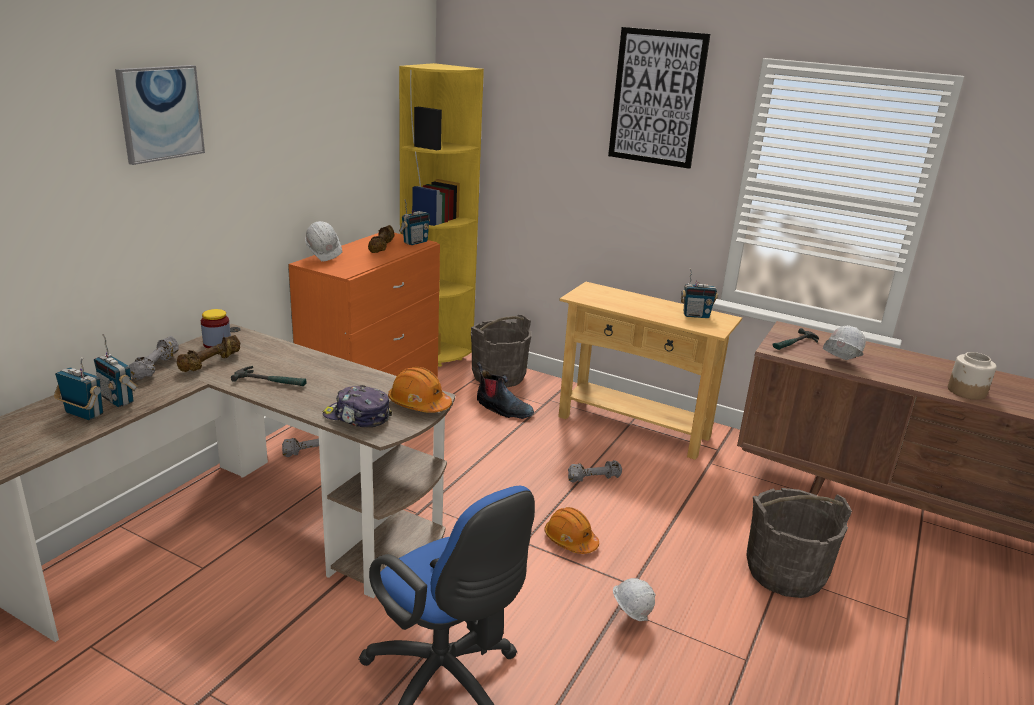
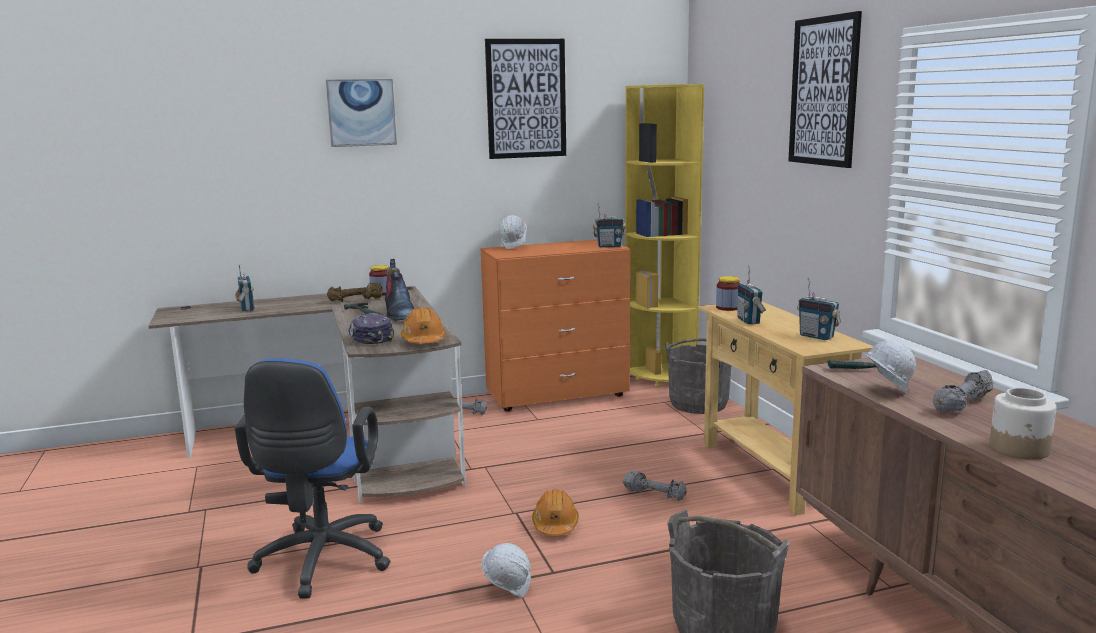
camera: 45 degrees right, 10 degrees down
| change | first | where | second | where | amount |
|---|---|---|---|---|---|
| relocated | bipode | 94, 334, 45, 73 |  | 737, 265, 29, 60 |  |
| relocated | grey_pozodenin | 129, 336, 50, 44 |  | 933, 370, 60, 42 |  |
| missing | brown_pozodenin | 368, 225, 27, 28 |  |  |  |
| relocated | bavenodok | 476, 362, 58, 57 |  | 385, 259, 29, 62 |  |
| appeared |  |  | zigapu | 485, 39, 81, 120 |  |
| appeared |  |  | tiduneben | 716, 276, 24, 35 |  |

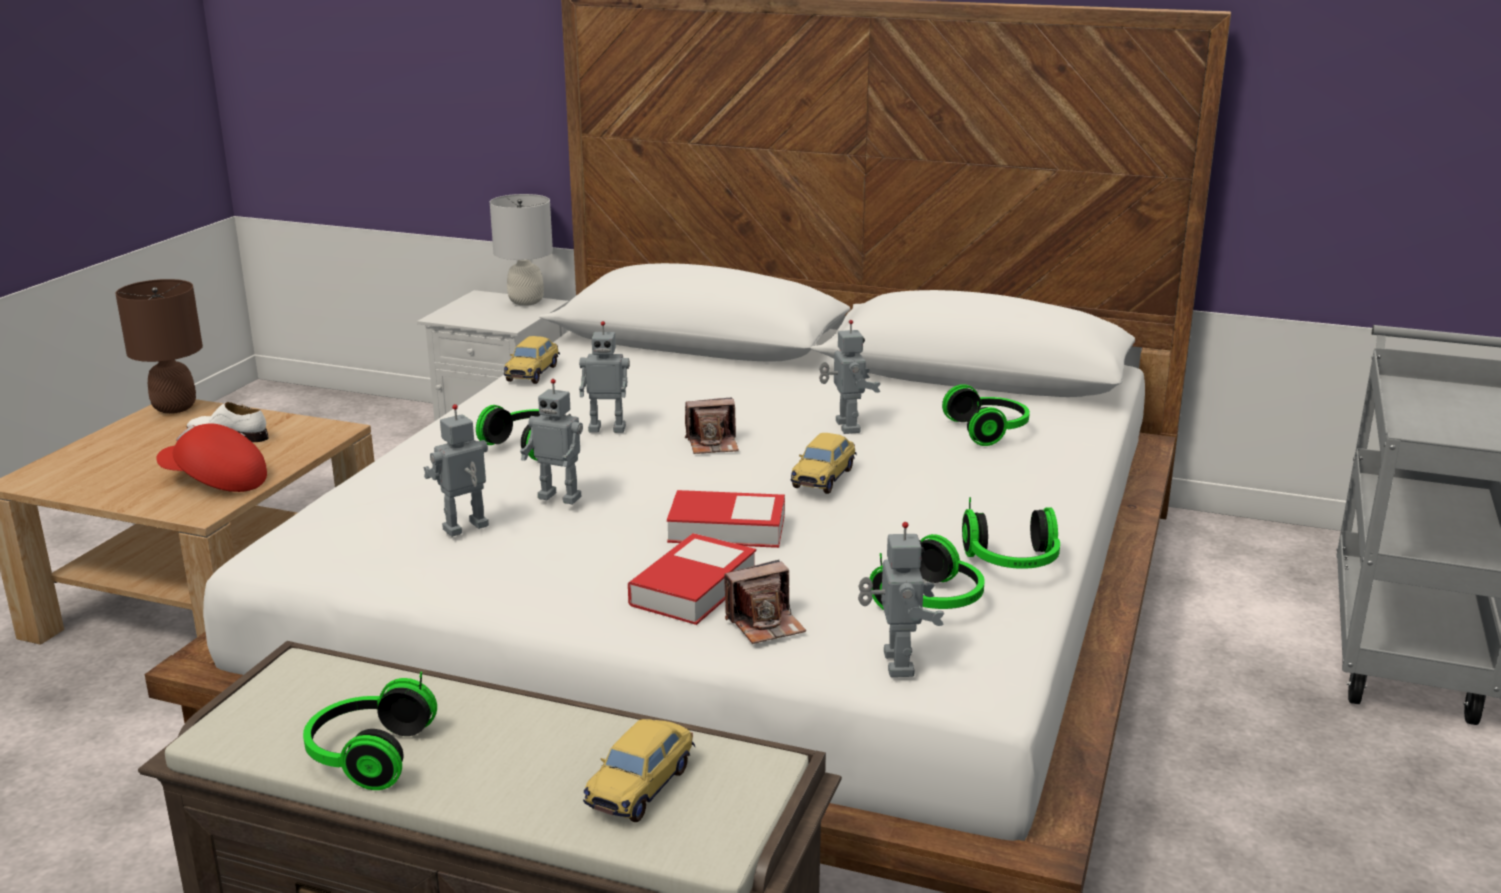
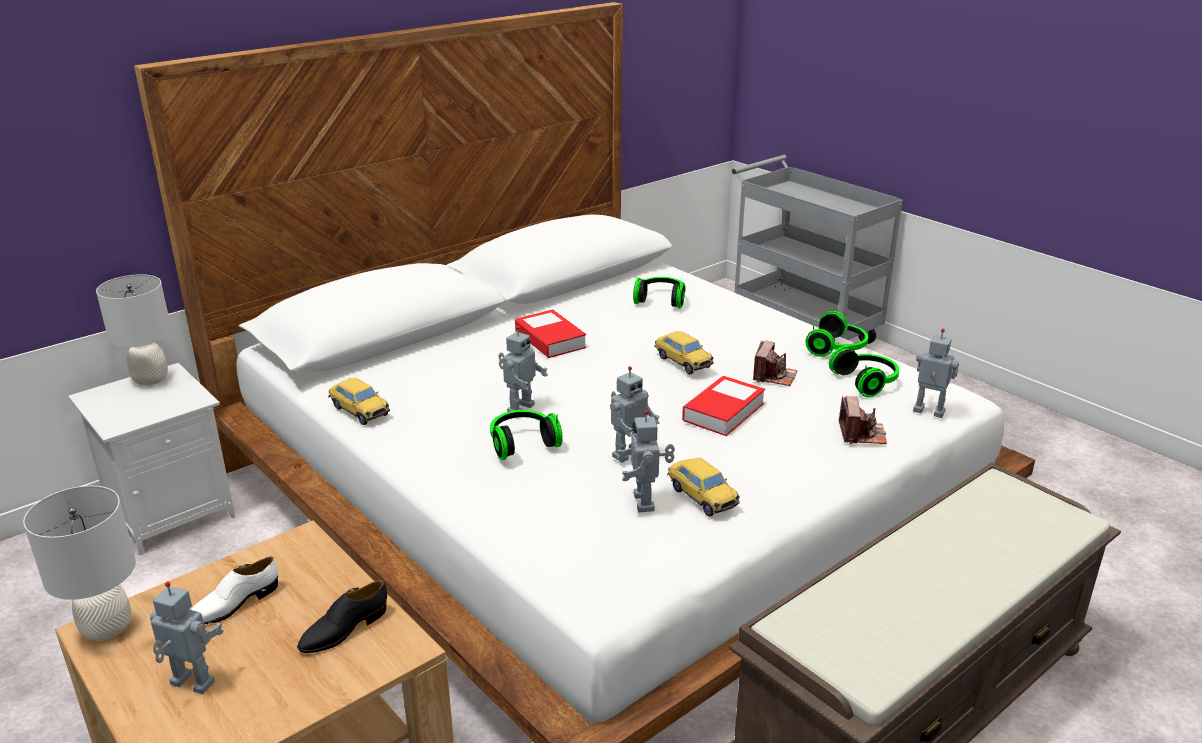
camera: 60 degrees left, 5 degrees up
| change | first | where | second | where | amount |
|---|---|---|---|---|---|
| colour | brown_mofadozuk | 115, 279, 88, 135 | grey_mofadozuk | 23, 486, 113, 155 |  |
| exchanged | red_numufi | 156, 424, 111, 68 | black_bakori | 297, 580, 90, 73 |  |
| missing | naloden | 303, 672, 134, 118 |  |  |  |
| relocated | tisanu | 583, 719, 112, 103 |  | 667, 458, 73, 59 |  |
| relocated | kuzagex | 628, 533, 128, 92 |  | 515, 309, 71, 49 |  |
| relocated | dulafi | 685, 398, 54, 56 |  | 753, 340, 44, 46 |  |
| relocated | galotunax | 819, 320, 62, 114 |  | 150, 582, 74, 112 |  |

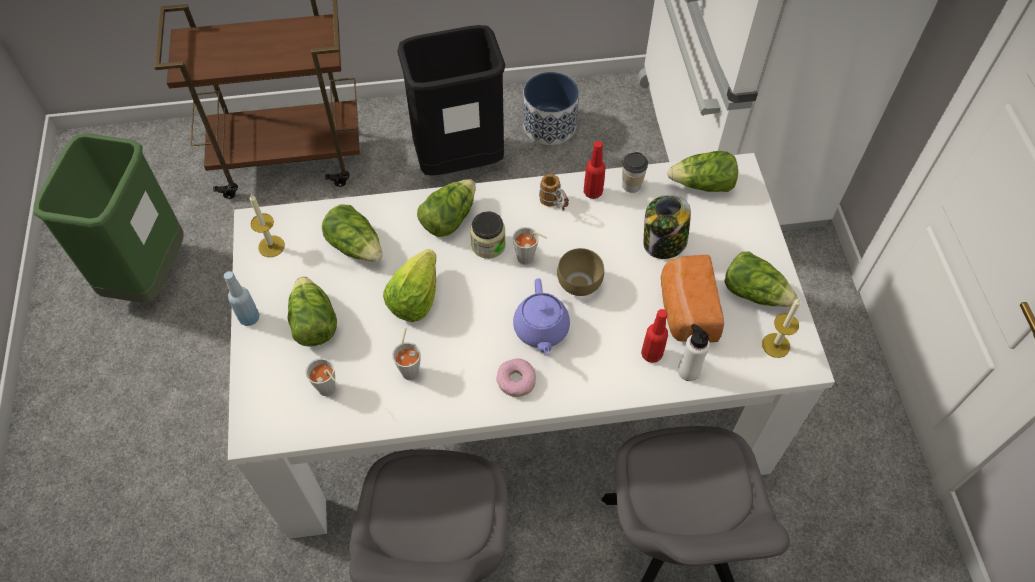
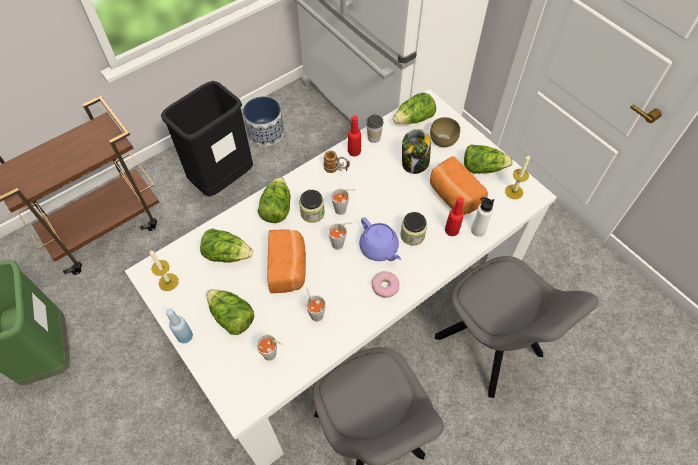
camera: 30 degrees left, 0 degrees up
| change | first | where | second | where | amount |
|---|---|---|---|---|---|
| exchanged | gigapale | 383, 249, 53, 73 | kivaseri | 267, 229, 39, 64 |  |
| relocated | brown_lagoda | 557, 248, 47, 48 |  | 430, 117, 30, 30 |  |
| appeared |  |  | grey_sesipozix | 328, 222, 24, 28 |  |
| appeared |  |  | tiduneben | 400, 212, 27, 34 |  |

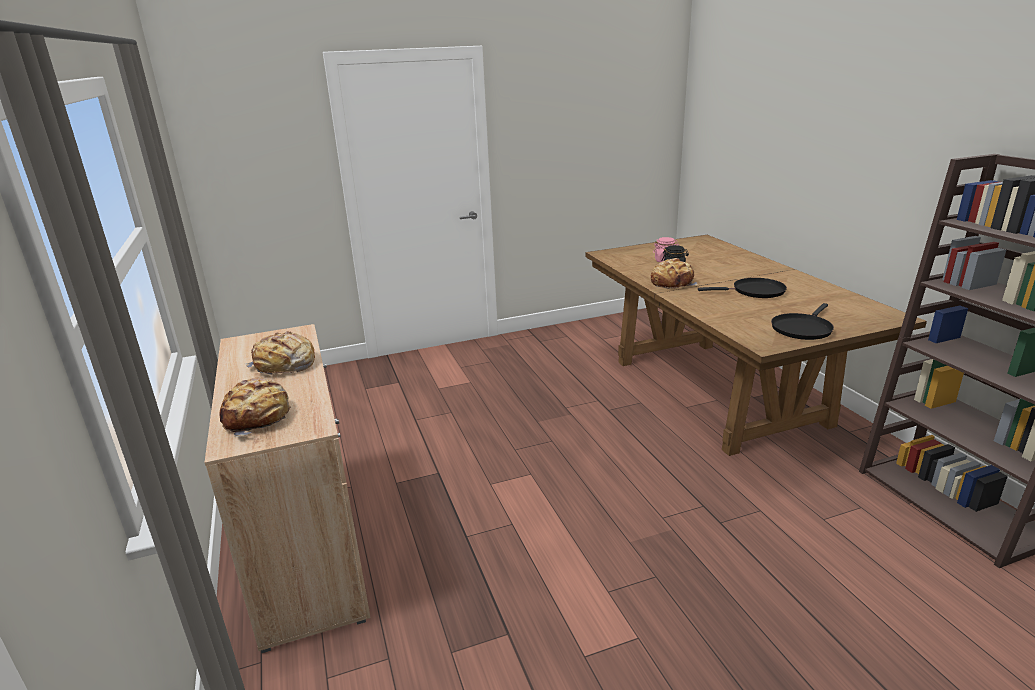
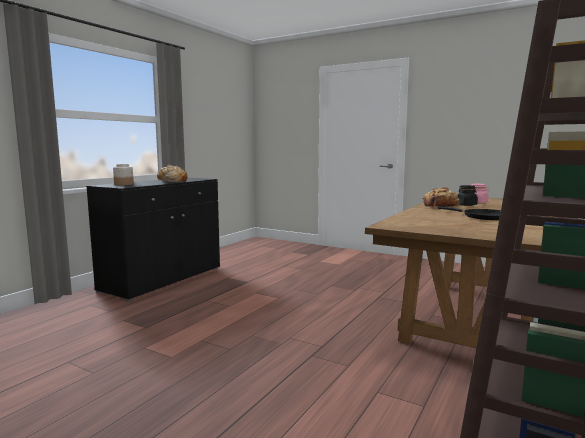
camera: 50 degrees right, 15 degrees down
| change | first | where | second | where | amount |
|---|---|---|---|---|---|
| colour | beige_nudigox | 204, 324, 167, 329 | black_nudigox | 86, 178, 134, 123 |  |
| exchanged | kivaseri | 219, 379, 72, 58 | tiduneben | 113, 164, 21, 21 |  |
| missing | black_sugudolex | 771, 303, 63, 37 |  |  |  |

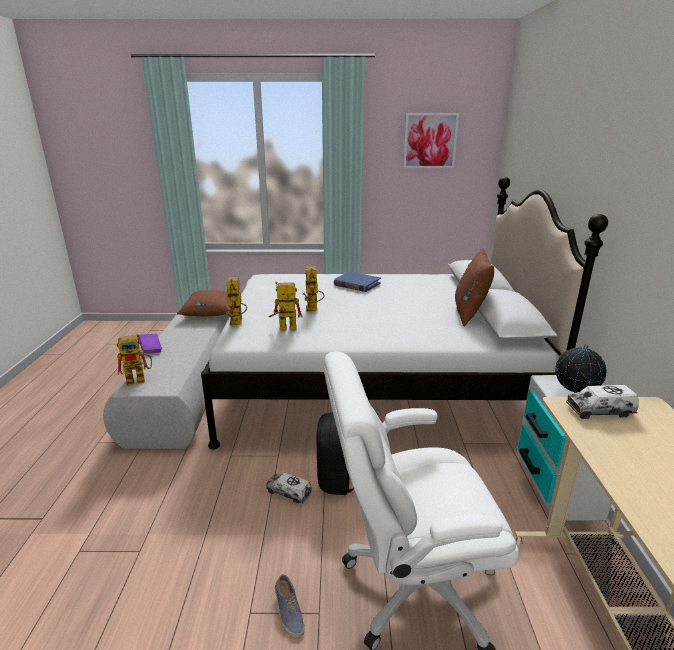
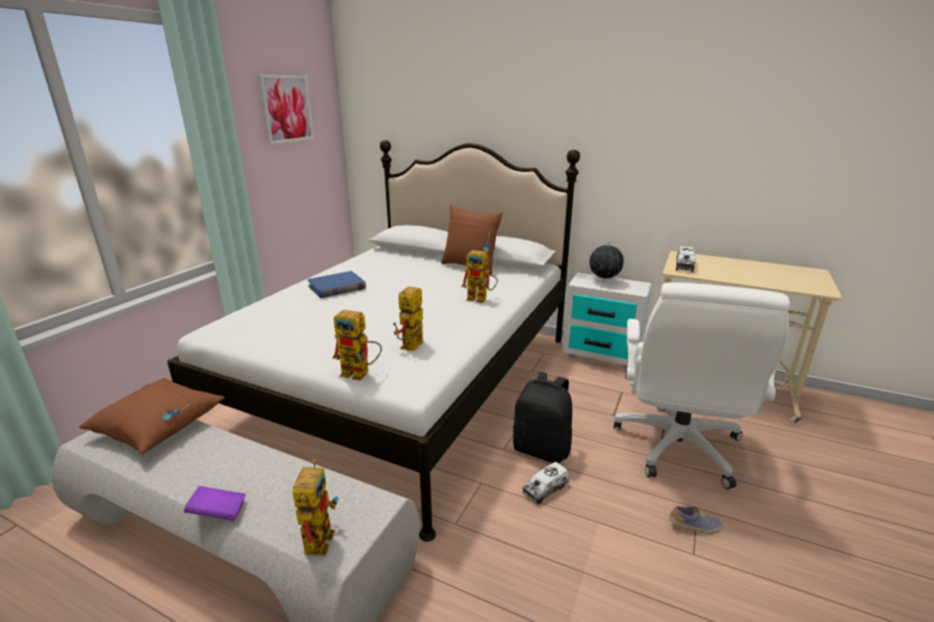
camera: 65 degrees left, 0 degrees up
| change | first | where | second | where | amount |
|---|---|---|---|---|---|
| relocated | galotunax | 303, 266, 22, 46 |  | 461, 250, 37, 53 |  |

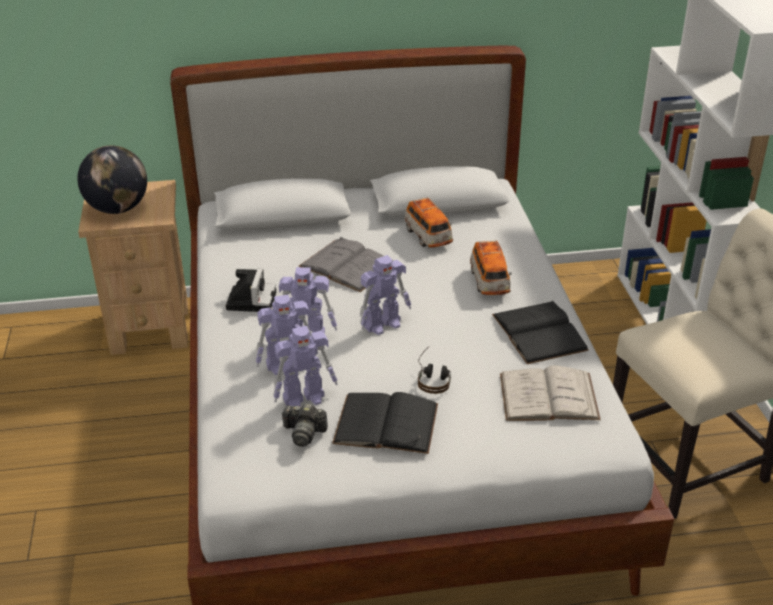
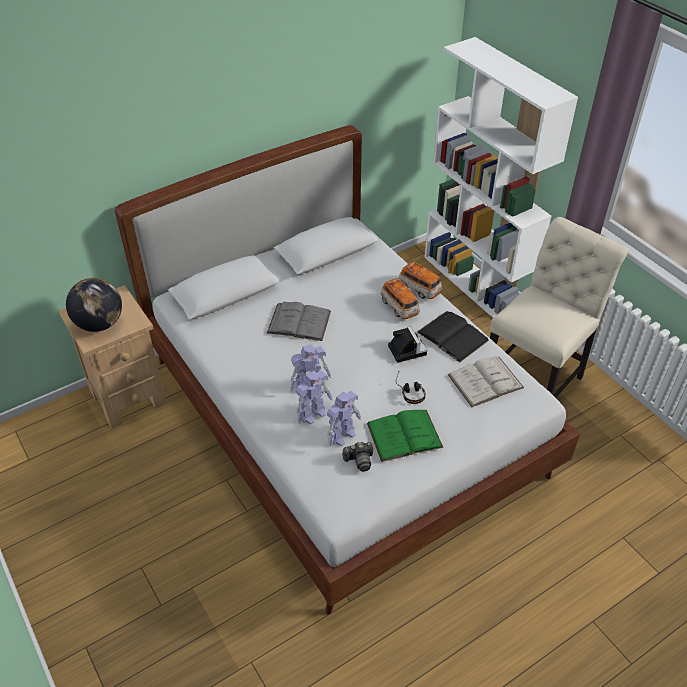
camera: 25 degrees left, 10 degrees up
| change | first | where | second | where | amount |
|---|---|---|---|---|---|
| relocated | dulafi | 225, 269, 51, 43 |  | 388, 326, 39, 37 |  |
| colour | black_kuzagex | 332, 392, 106, 62 | green_kuzagex | 367, 410, 76, 52 |  |
| missing | galotunax | 360, 255, 51, 80 |  |  |  |
| relocated | tisanu | 405, 197, 48, 51 |  | 398, 262, 44, 37 |  |

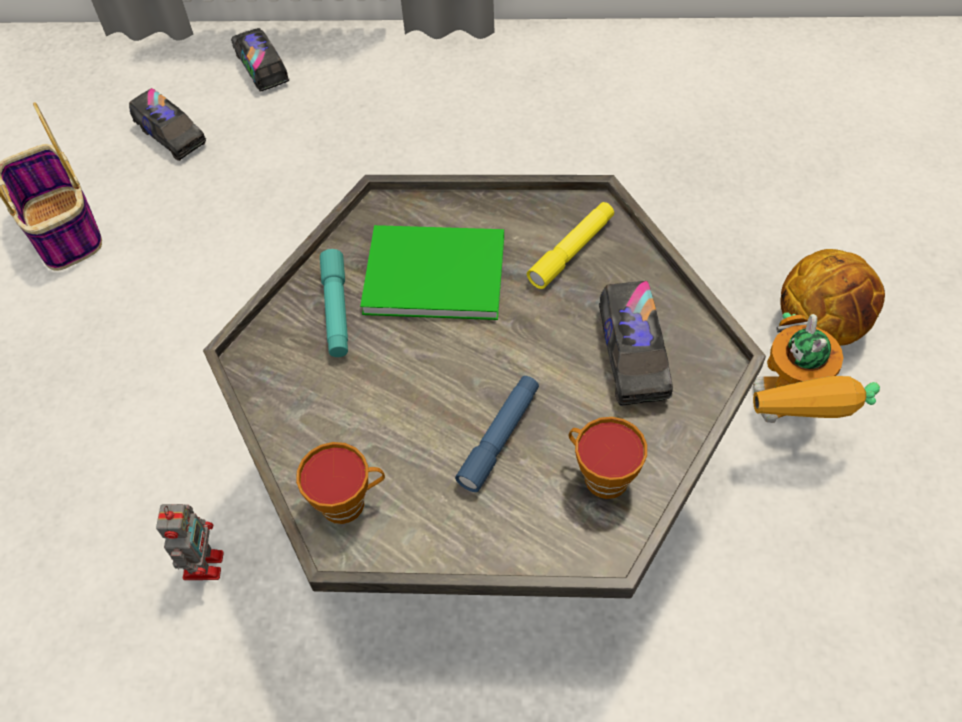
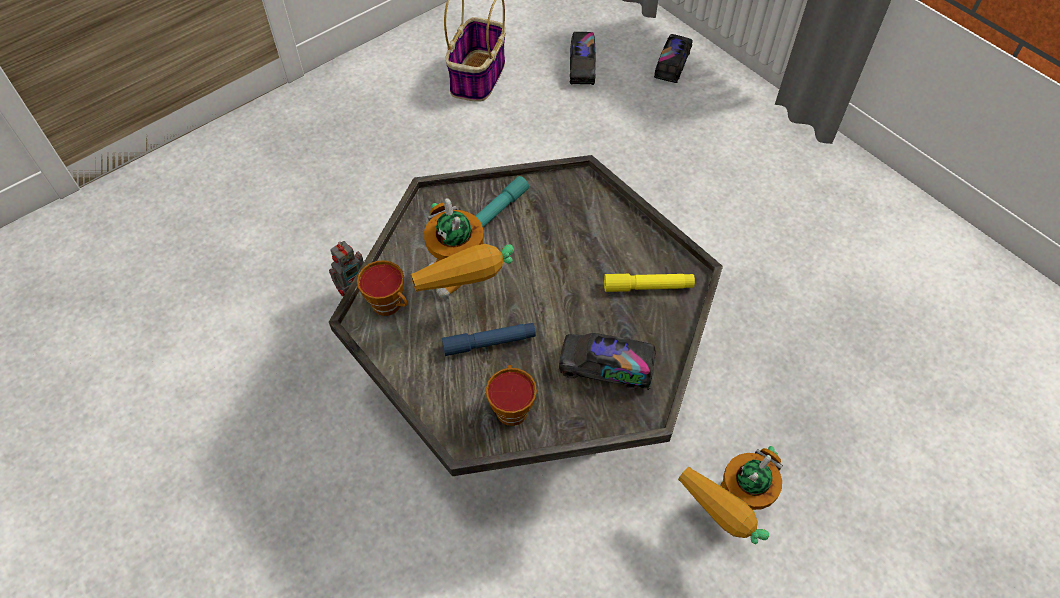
camera: 45 degrees right, 0 degrees up
| change | first | where | second | where | amount |
|---|---|---|---|---|---|
| missing | green_kuzagex | 360, 225, 144, 95 |  |  |  |
| spun | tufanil | 599, 281, 74, 124 |  | 559, 333, 97, 57 | 60 degrees clockwise |
| missing | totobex | 781, 249, 104, 97 |  |  |  |
| appeared |  |  | galotunax | 411, 199, 103, 100 |  |

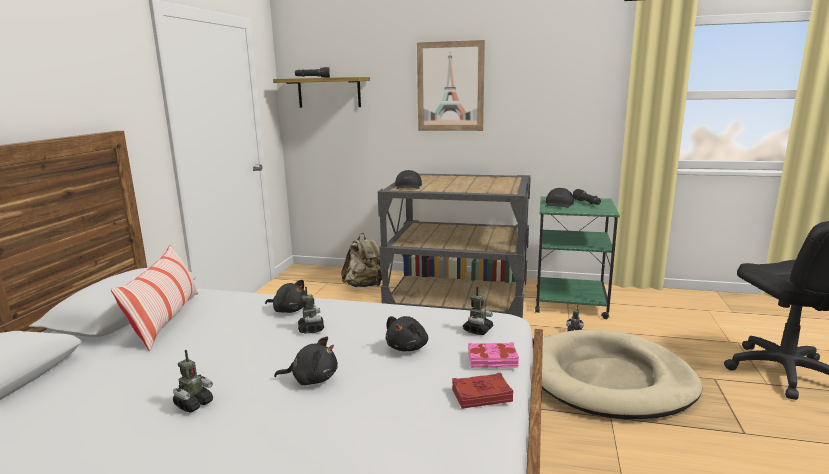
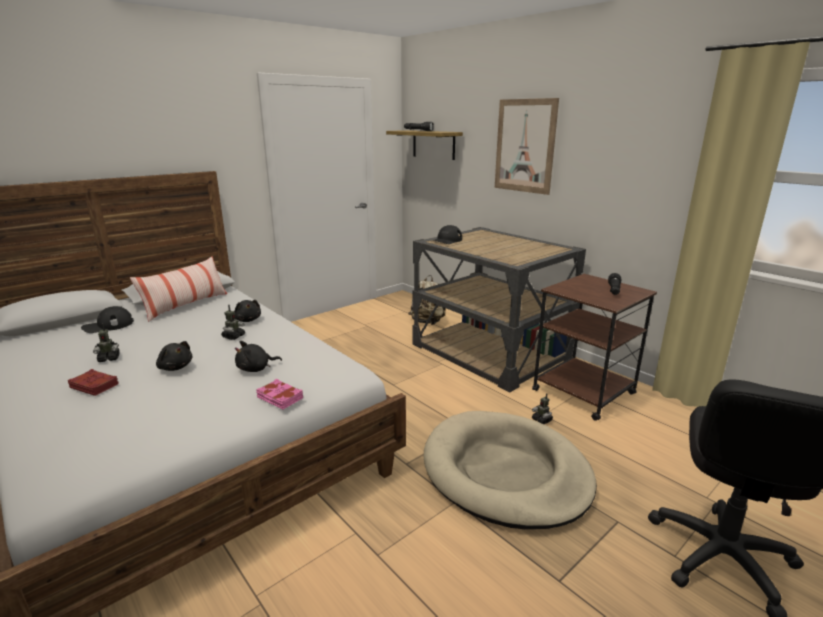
camera: 35 degrees right, 5 degrees up
| change | first | where | second | where | amount |
|---|---|---|---|---|---|
| relocated | red_kuzagex | 452, 372, 61, 37 |  | 68, 369, 51, 27 |  |
| missing | galotunax | 463, 287, 30, 48 |  |  |  |
| colour | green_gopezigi | 535, 197, 85, 122 | brown_gopezigi | 532, 274, 125, 147 |  |
| relocated | black_numufi | 546, 188, 28, 20 |  | 81, 306, 53, 27 |  |

